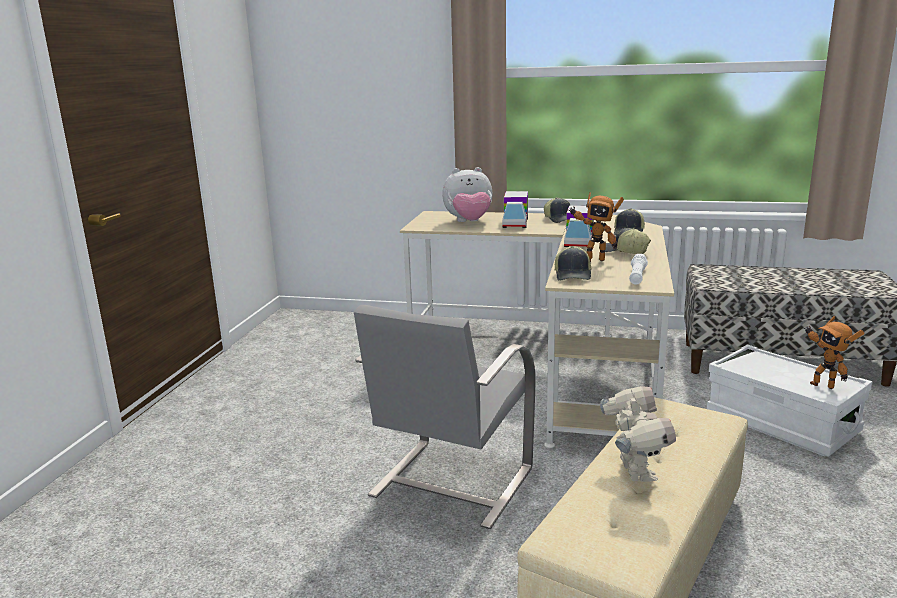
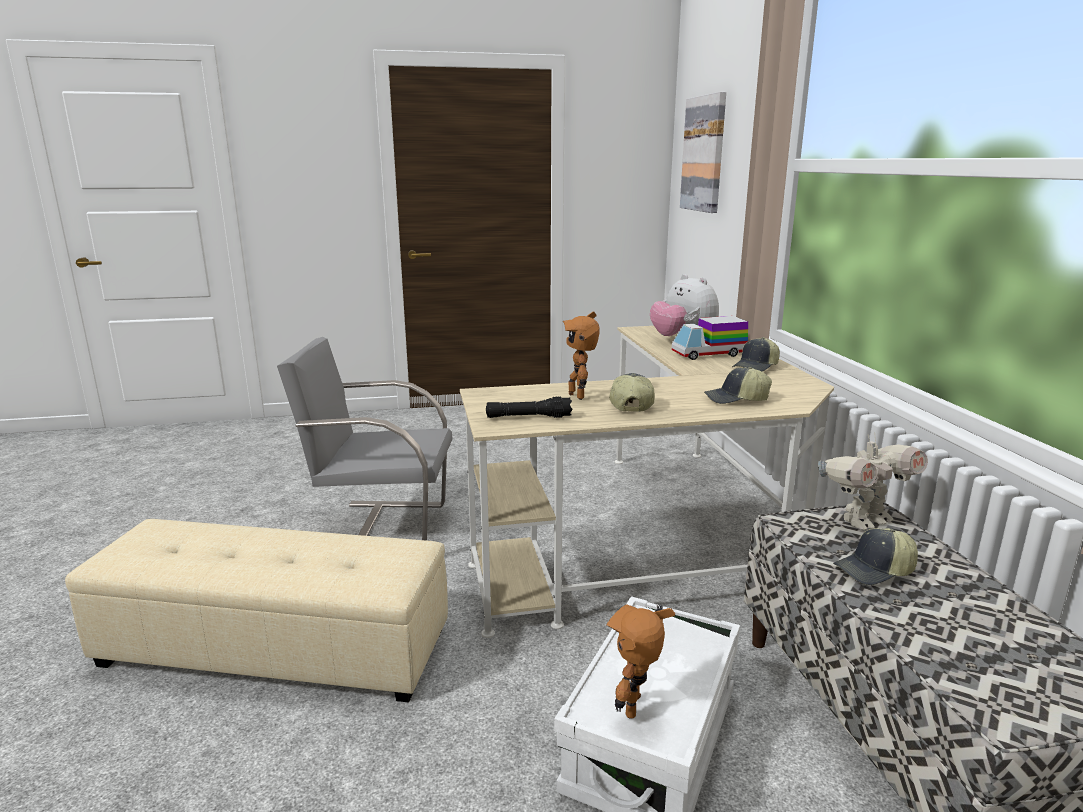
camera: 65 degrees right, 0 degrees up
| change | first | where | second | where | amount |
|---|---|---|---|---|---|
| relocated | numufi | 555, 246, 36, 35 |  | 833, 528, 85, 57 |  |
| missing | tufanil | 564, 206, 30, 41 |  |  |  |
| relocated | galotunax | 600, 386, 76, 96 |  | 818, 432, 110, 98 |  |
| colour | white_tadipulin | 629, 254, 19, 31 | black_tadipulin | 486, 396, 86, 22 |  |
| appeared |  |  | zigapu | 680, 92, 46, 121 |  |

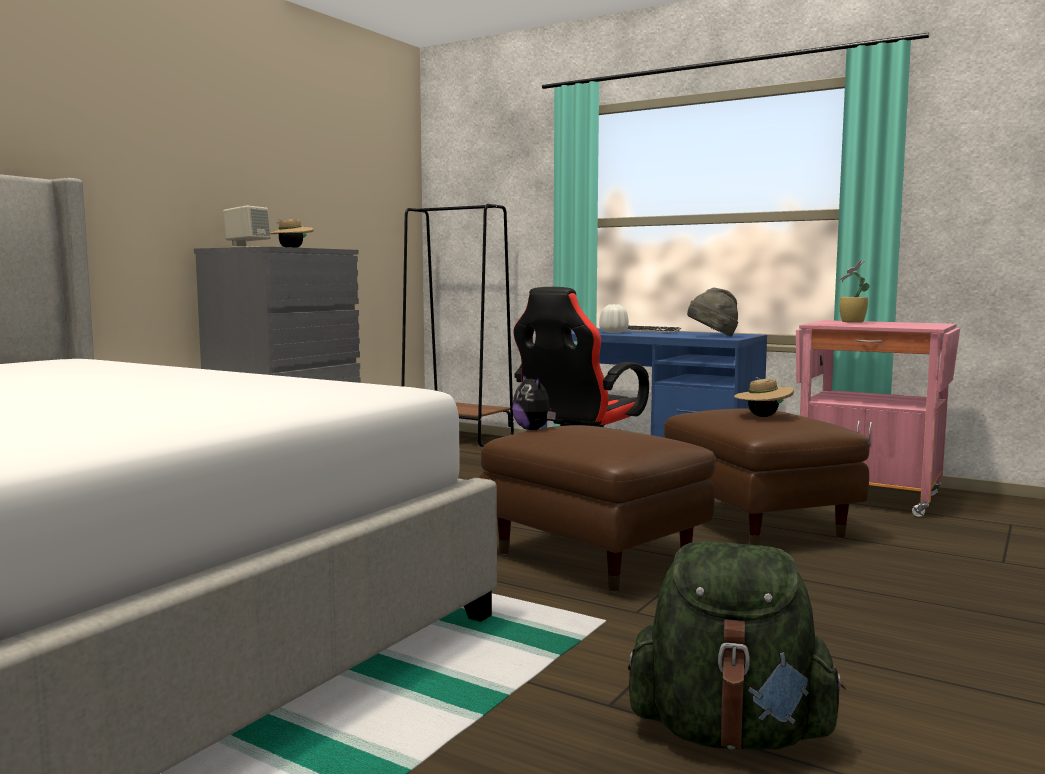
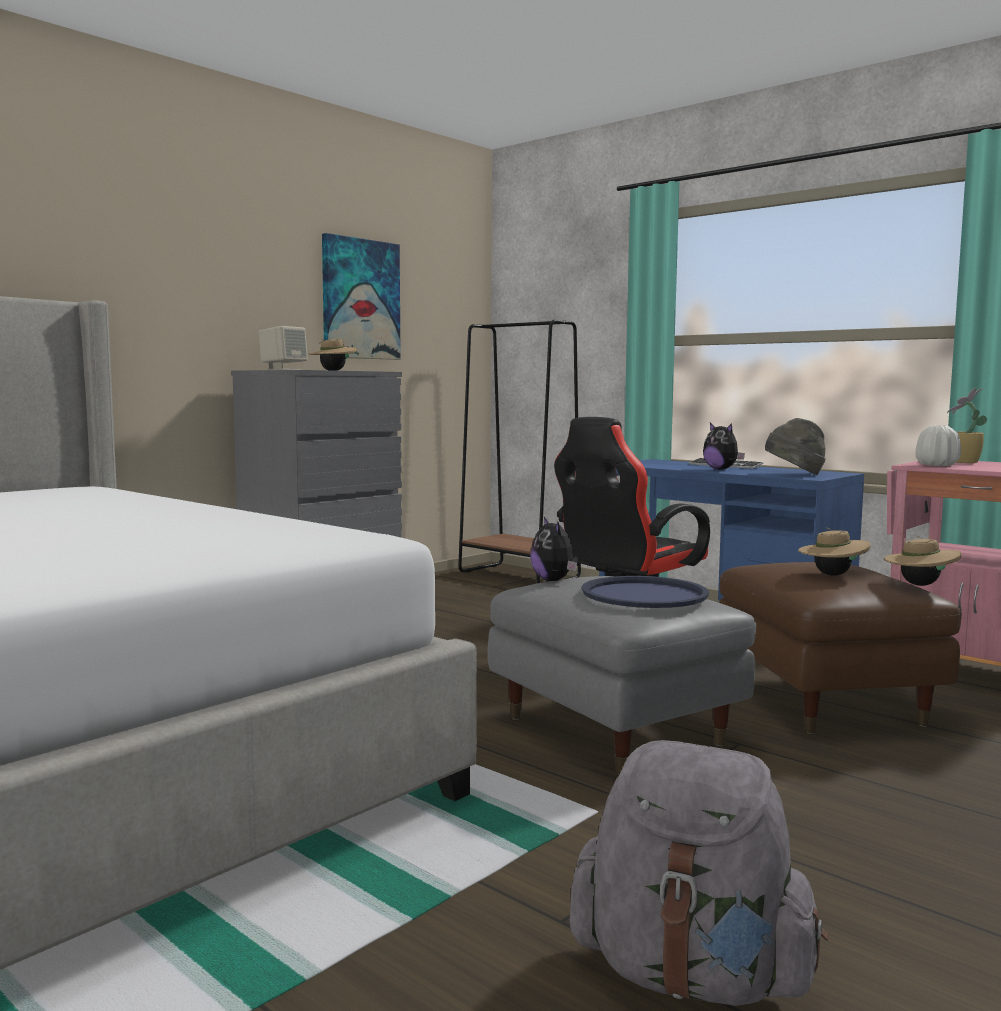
camera: 10 degrees right, 0 degrees up
| change | first | where | second | where | amount |
|---|---|---|---|---|---|
| colour | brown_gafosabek | 480, 425, 236, 167 | grey_gafosabek | 488, 576, 268, 199 |  |
| relocated | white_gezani | 599, 304, 30, 29 |  | 915, 425, 46, 41 |  |
| colour | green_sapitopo | 628, 542, 218, 208 | grey_sapitopo | 570, 740, 258, 266 |  |
| appeared |  |  | zigapu | 322, 233, 79, 127 |  |
| appeared |  |  | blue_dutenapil | 581, 576, 128, 32 |  |
| appeared |  |  | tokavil | 703, 423, 42, 47 |  |
| appeared |  |  | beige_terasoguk | 883, 535, 78, 51 |  |

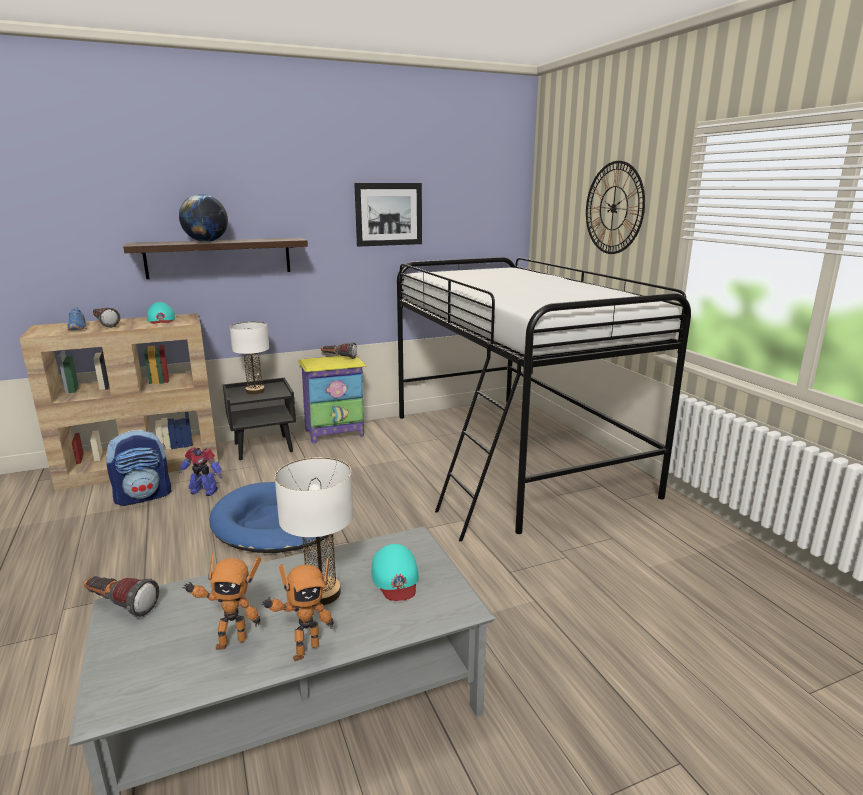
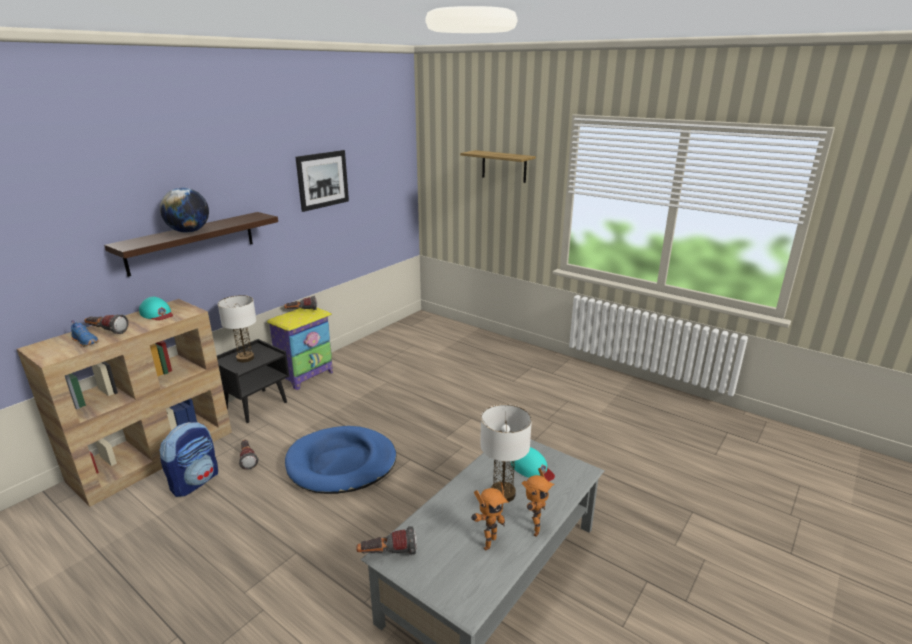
camera: 30 degrees left, 5 degrees up
| change | first | where | second | where | amount |
|---|---|---|---|---|---|
| exchanged | galotunax | 179, 447, 44, 49 | tadipulin | 239, 440, 19, 30 |  |
| missing | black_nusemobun | 397, 257, 294, 284 |  |  |  |
| exchanged | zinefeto | 586, 161, 59, 93 | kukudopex | 460, 150, 76, 33 |  |

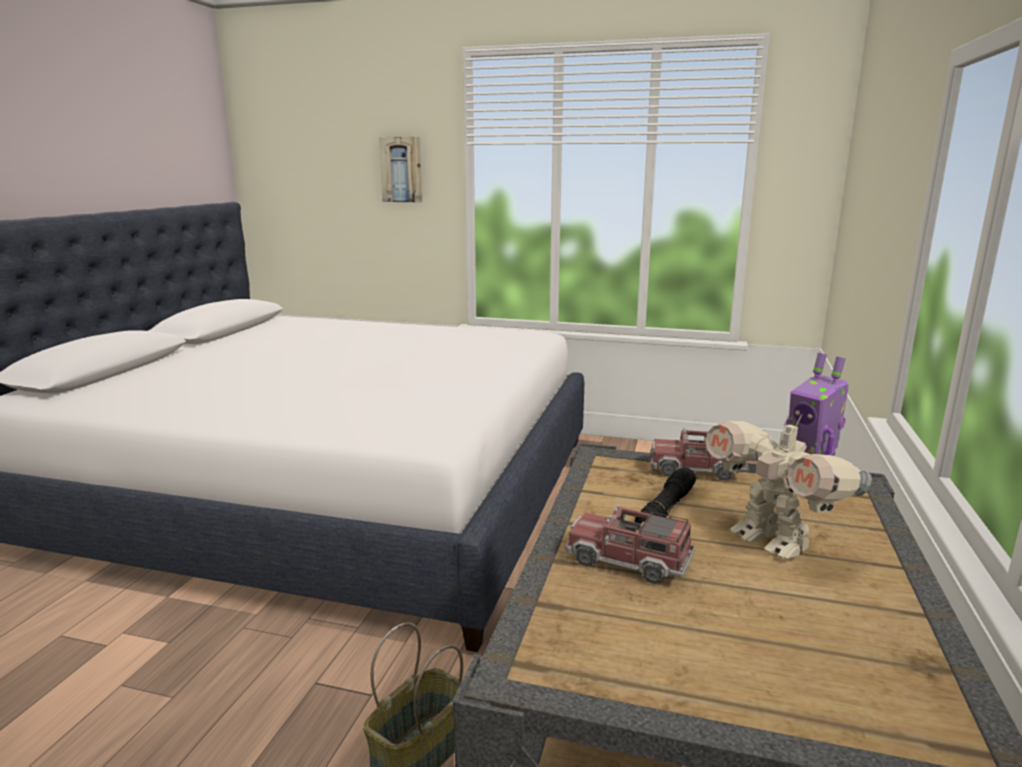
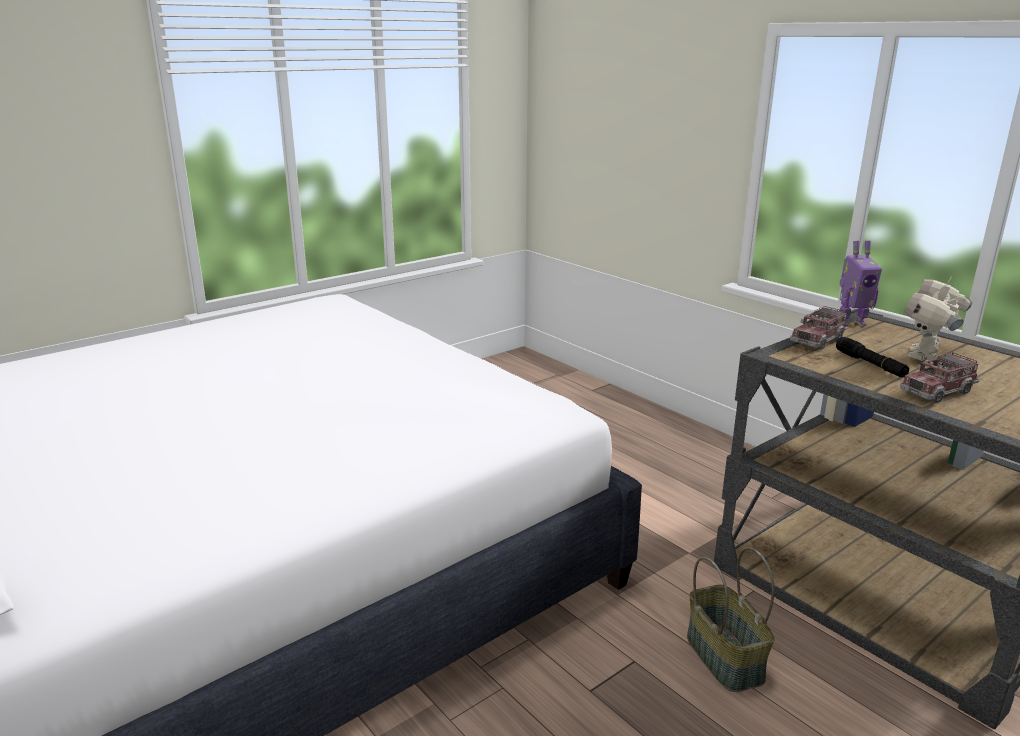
camera: 55 degrees left, 5 degrees up
| change | first | where | second | where | amount |
|---|---|---|---|---|---|
| missing | zigapu | 379, 137, 43, 65 |  |  |  |
| spun | galotunax | 705, 410, 167, 149 |  | 904, 278, 68, 83 | 120 degrees clockwise |

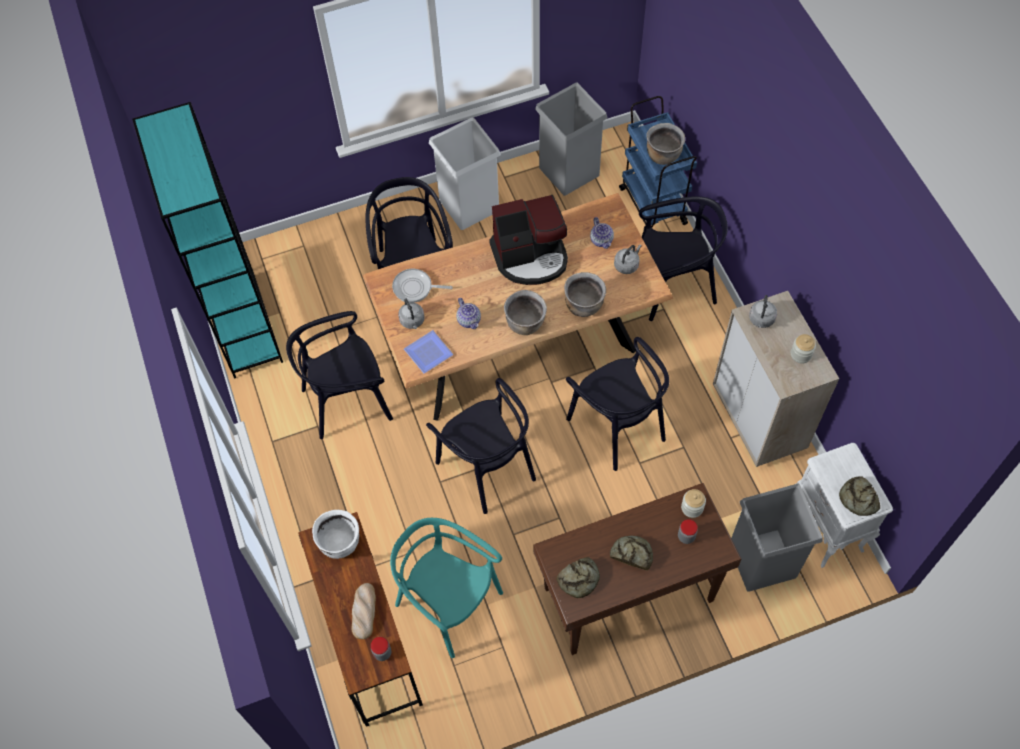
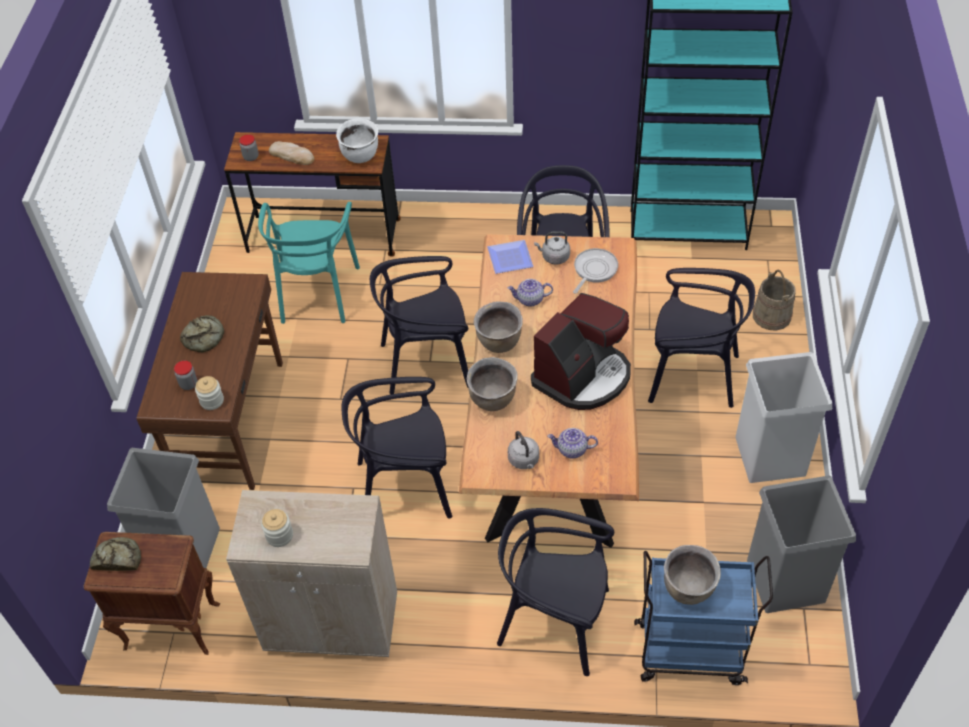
camera: 115 degrees right, 10 degrees down
| change | first | where | second | where | amount |
|---|---|---|---|---|---|
| spun | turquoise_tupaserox | 390, 518, 113, 140 |  | 258, 202, 102, 122 | 120 degrees clockwise |
| spun | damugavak | 489, 195, 79, 90 |  | 531, 293, 100, 117 | 150 degrees counterclockwise |
| missing | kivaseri | 556, 557, 44, 41 |  |  |  |
| spun | black_tupaserox | 639, 196, 89, 125 |  | 497, 508, 117, 168 | 90 degrees clockwise |
| missing | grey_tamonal | 749, 295, 28, 33 |  |  |  |
| colour | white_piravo | 796, 443, 97, 125 | brown_piravo | 84, 532, 136, 123 |  |
| appeared |  |  | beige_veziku | 753, 270, 43, 61 |  |

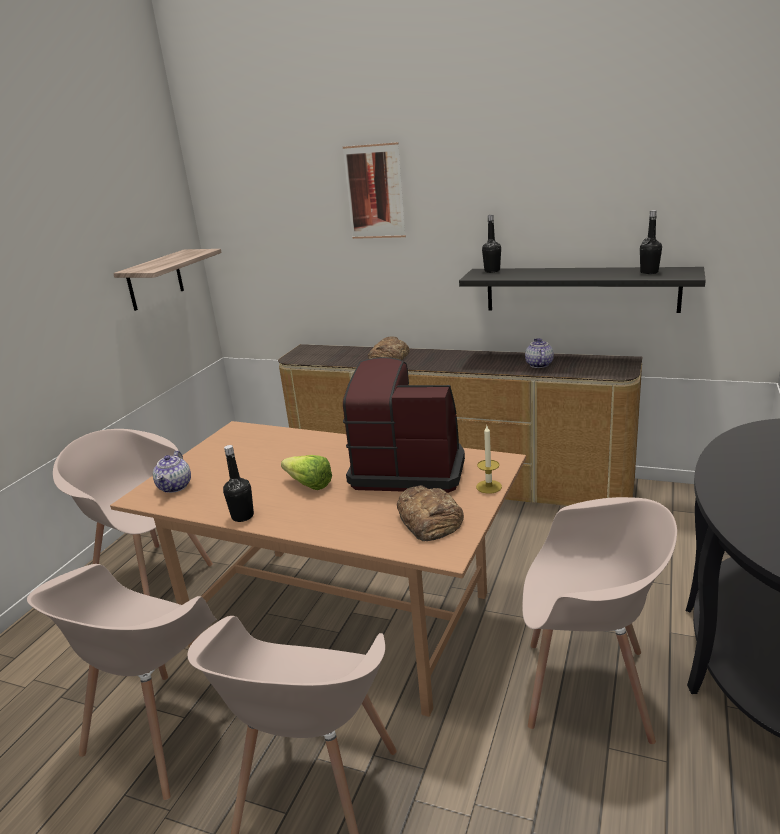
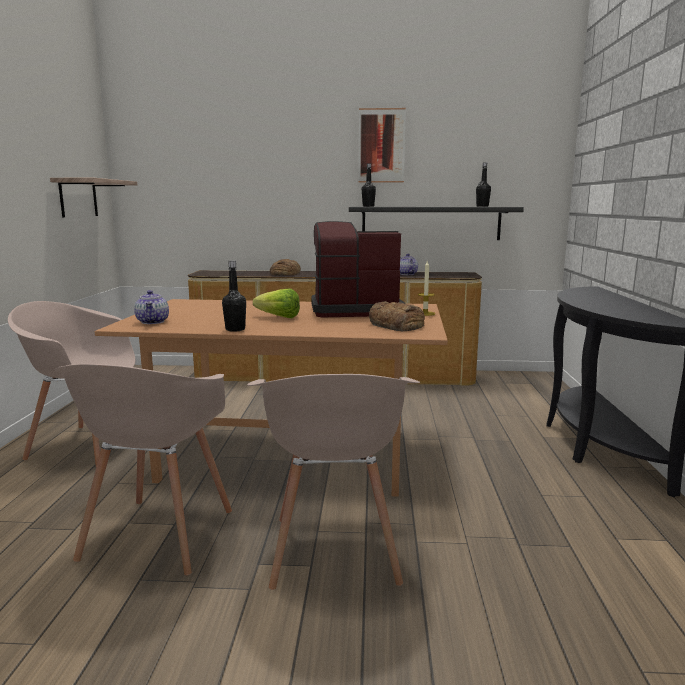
camera: 20 degrees left, 10 degrees down
| change | first | where | second | where | amount |
|---|---|---|---|---|---|
| relocated | zigapu | 343, 142, 63, 97 |  | 359, 108, 47, 74 |  |
| missing | beige_tupaserox | 522, 497, 155, 247 |  |  |  |

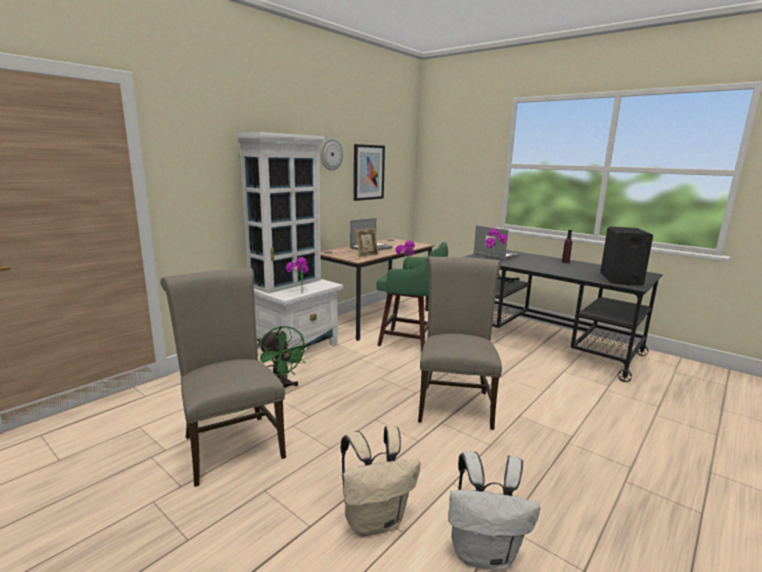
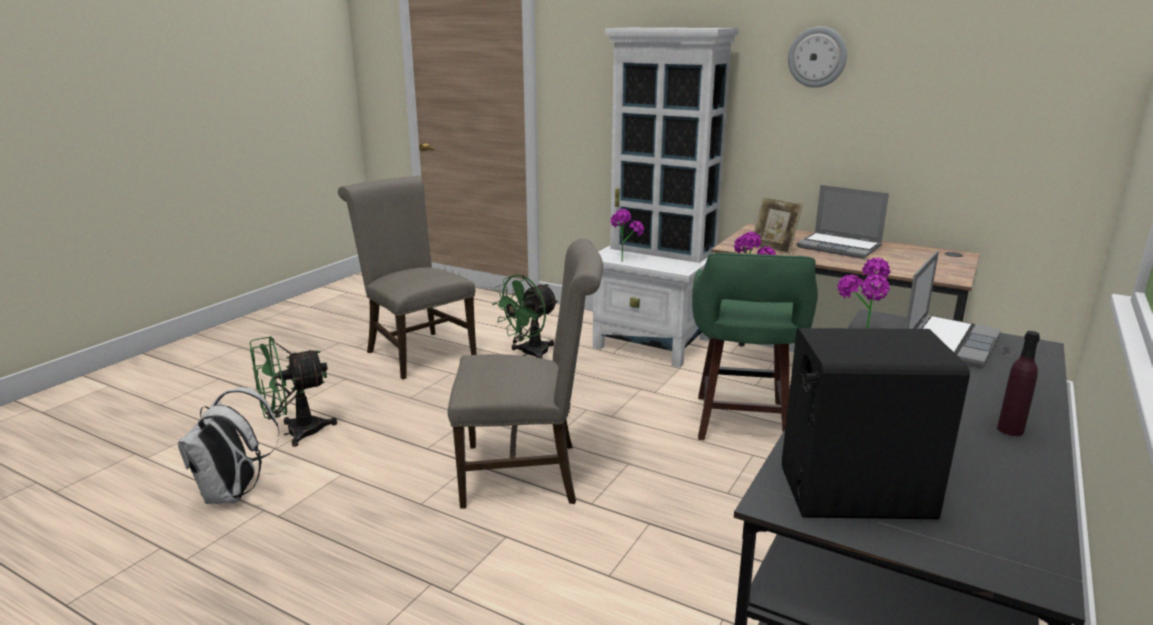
camera: 80 degrees right, 5 degrees up
| change | first | where | second | where | amount |
|---|---|---|---|---|---|
| spun | beige_tupaserox | 160, 268, 126, 219 |  | 338, 175, 139, 205 | 90 degrees counterclockwise |
| exchanged | beige_sapitopo | 341, 426, 80, 111 | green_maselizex | 250, 336, 87, 111 |  |
| missing | zigapu | 354, 144, 31, 57 |  |  |  |

